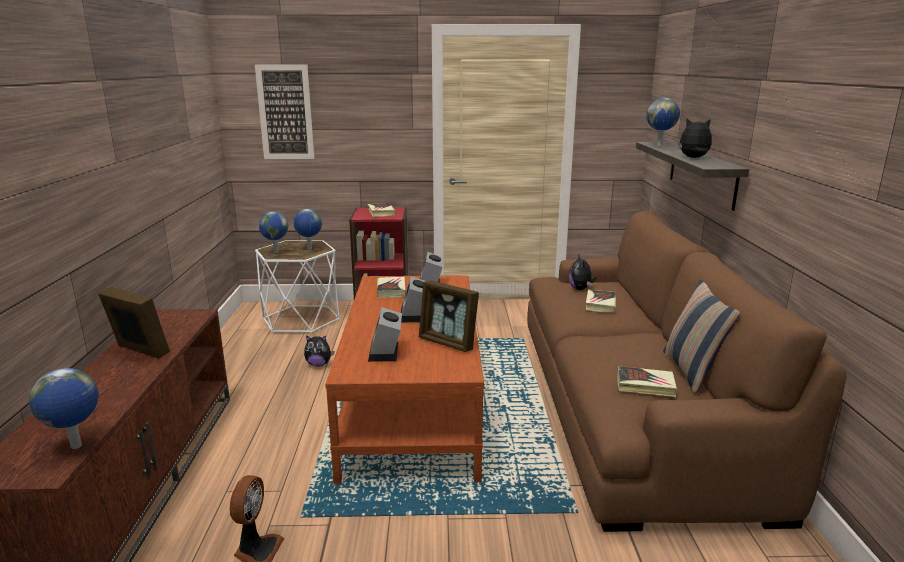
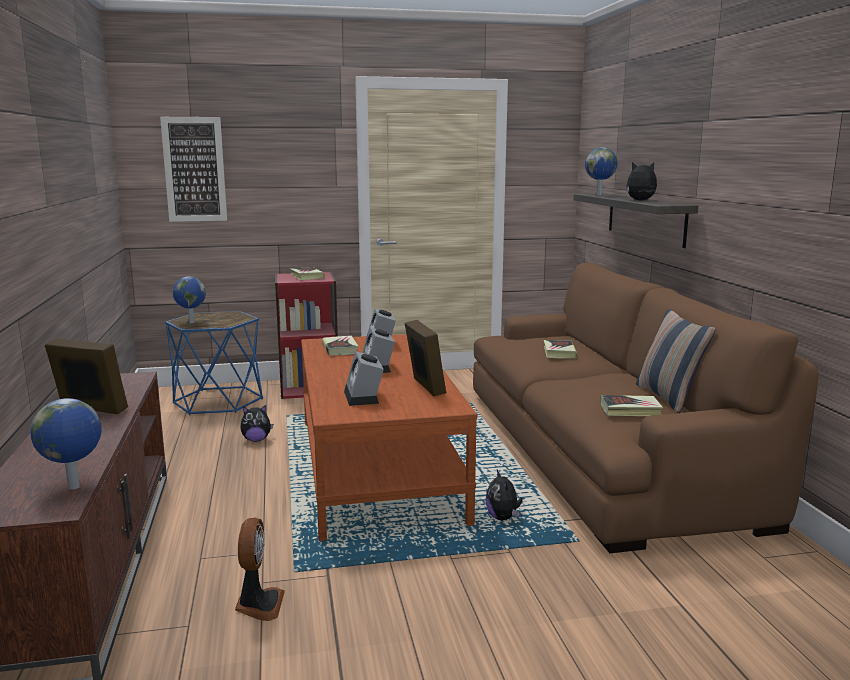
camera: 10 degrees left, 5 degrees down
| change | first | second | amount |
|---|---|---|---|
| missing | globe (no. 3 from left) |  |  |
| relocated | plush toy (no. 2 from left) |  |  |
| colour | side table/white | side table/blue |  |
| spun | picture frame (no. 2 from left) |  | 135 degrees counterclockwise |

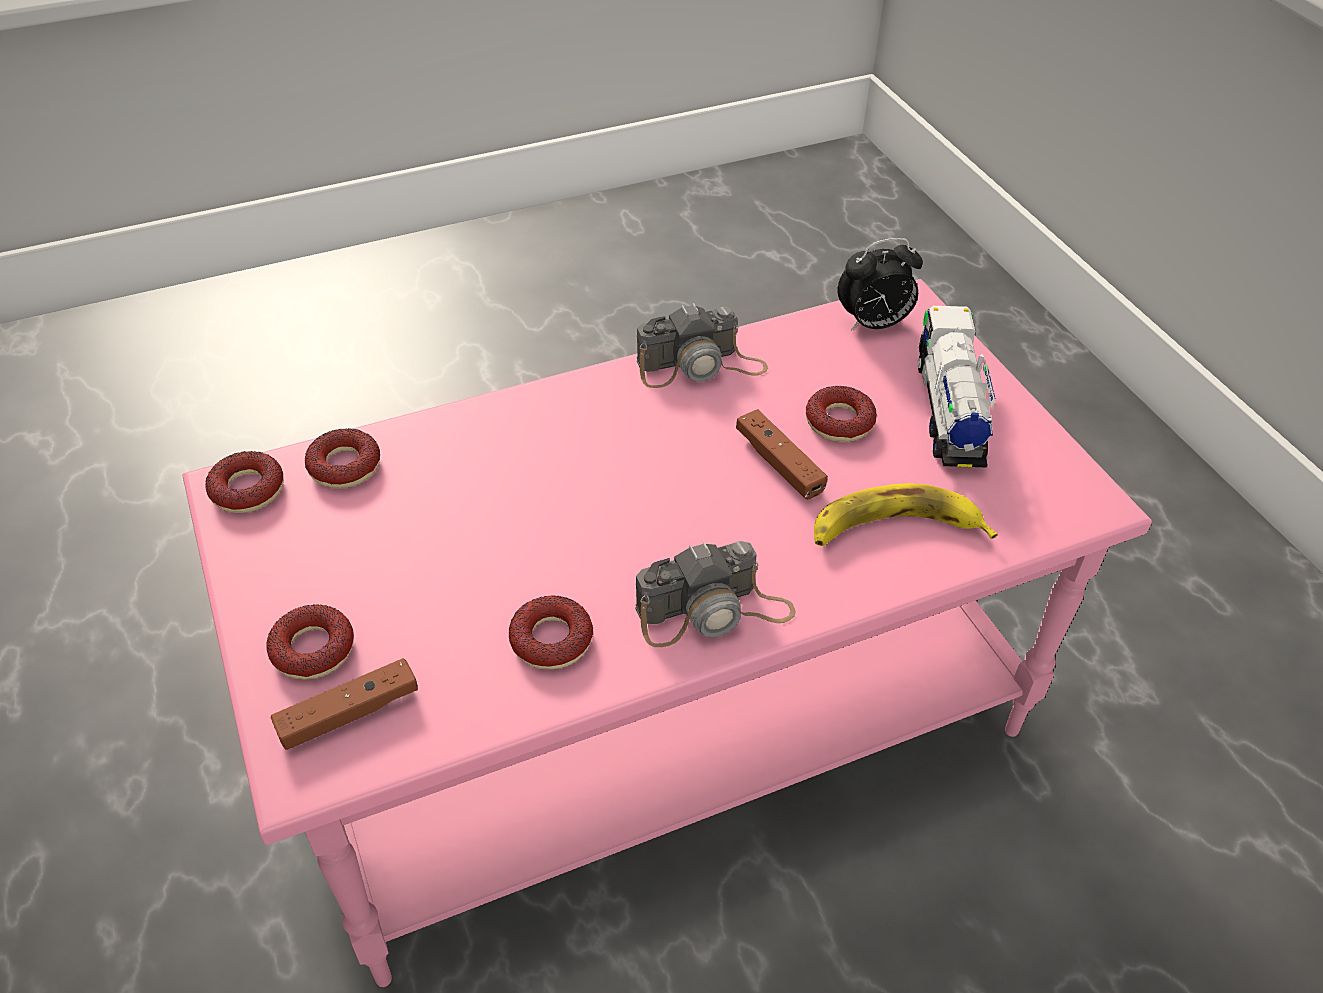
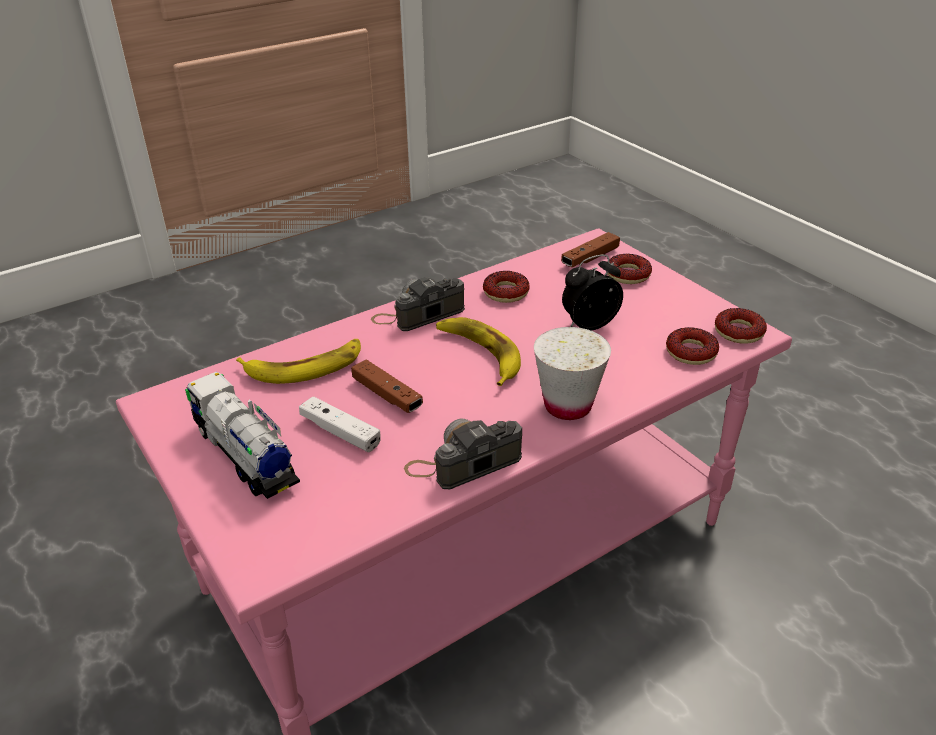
camera: 170 degrees right, 10 degrees down
| change | first | second | amount |
|---|---|---|---|
| appeared |  | banana (no. 2 from left) |  |
| appeared |  | cup/white |  |
| relocated | alarm clock |  |  |
| exchanged | donut (no. 5 from left) | game controller/white |  |
| spun | toy truck |  | 150 degrees clockwise |

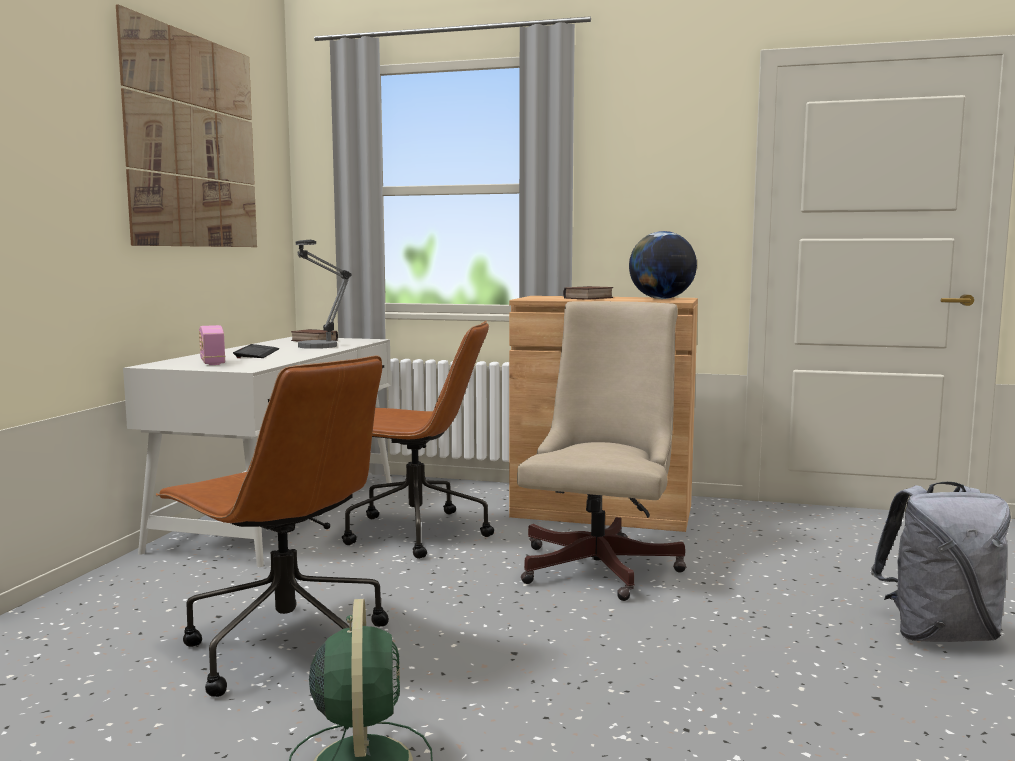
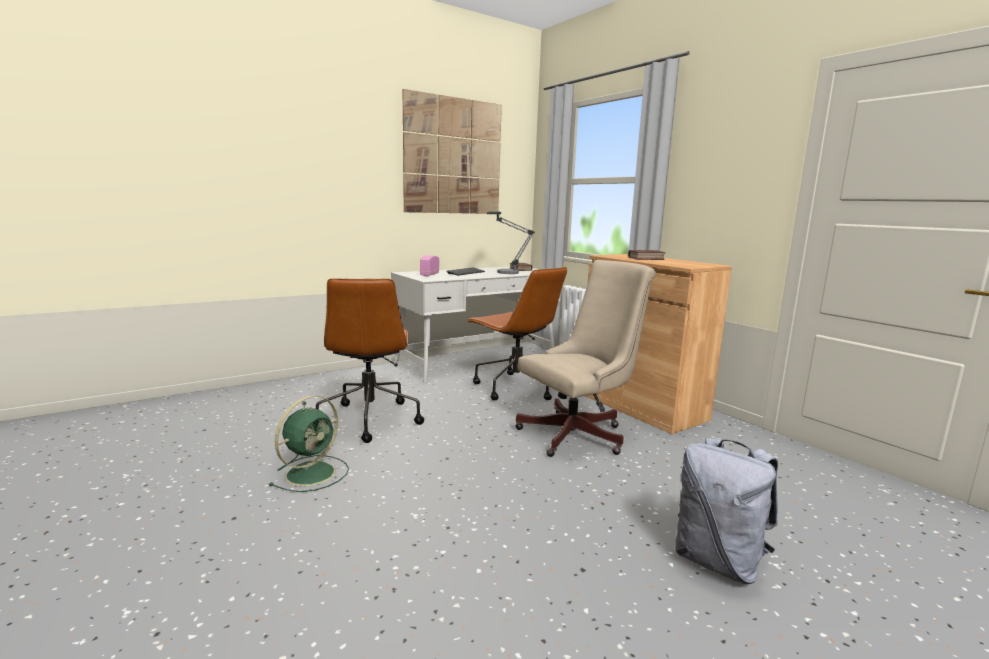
camera: 40 degrees right, 5 degrees up
| change | first | second | amount |
|---|---|---|---|
| missing | globe |  |  |

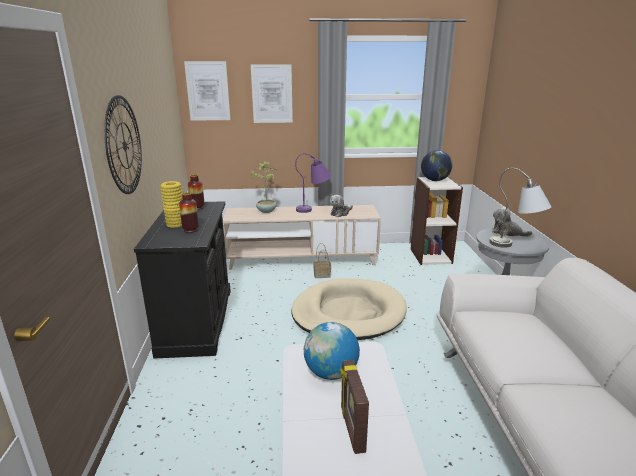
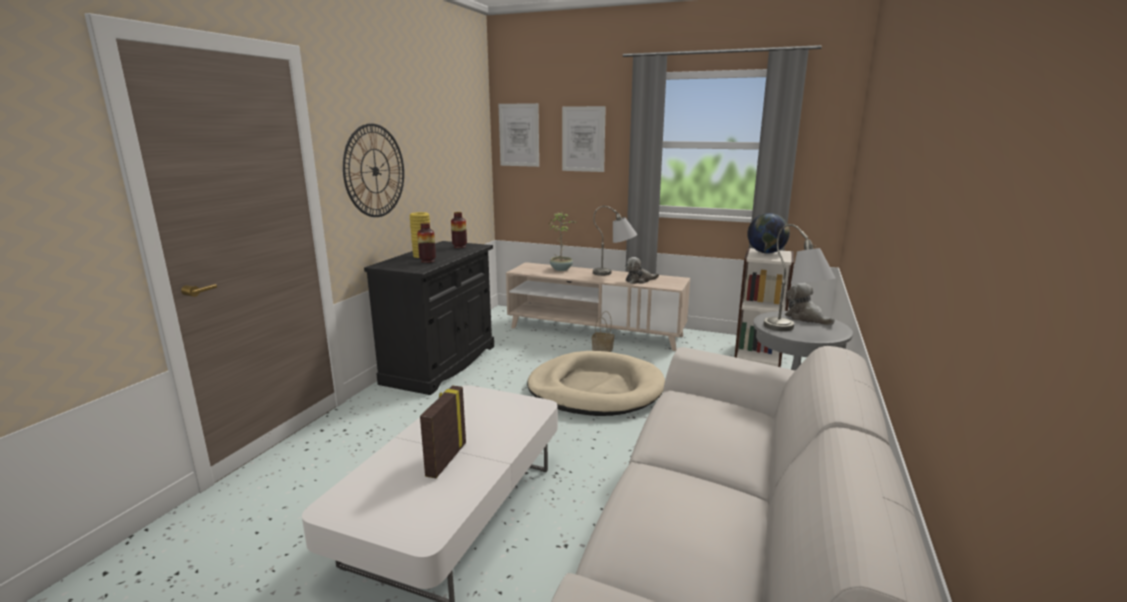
camera: 25 degrees right, 5 degrees down
| change | first | second | amount |
|---|---|---|---|
| missing | globe (no. 1 from left) |  |  |
| colour | table lamp/purple | table lamp/grey (no. 1 from left) |  |

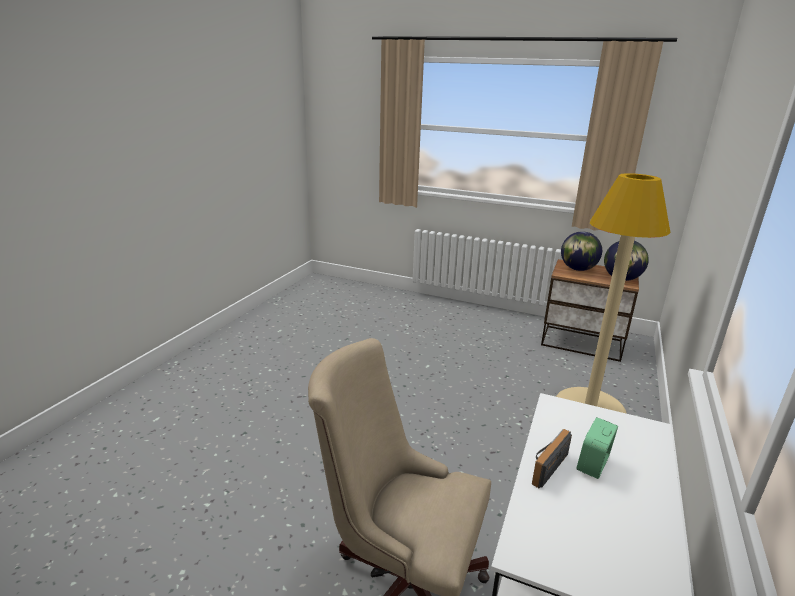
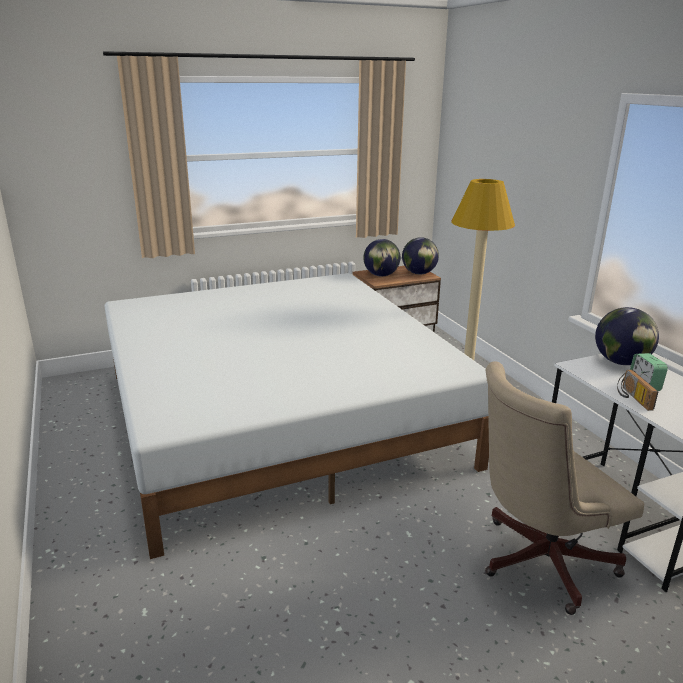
camera: 45 degrees left, 0 degrees up
| change | first | second | amount |
|---|---|---|---|
| appeared |  | bed/white |  |
| appeared |  | globe (no. 3 from left) |  |

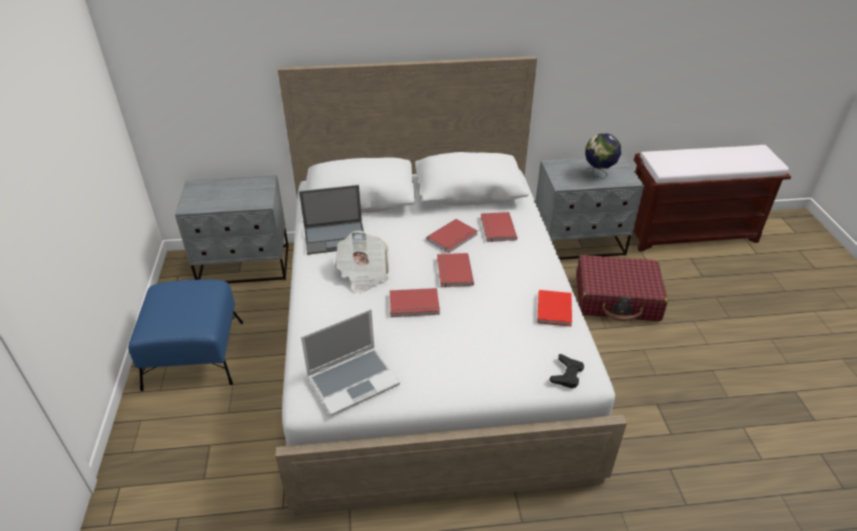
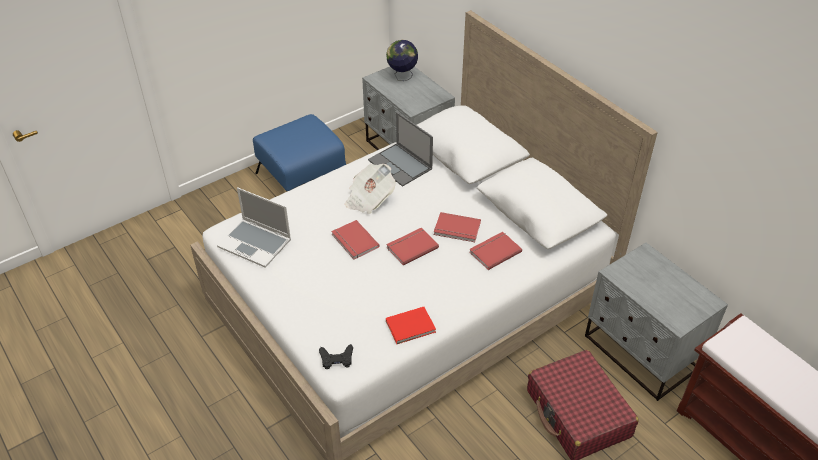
camera: 60 degrees right, 5 degrees up
| change | first | second | amount |
|---|---|---|---|
| relocated | globe |  |  |

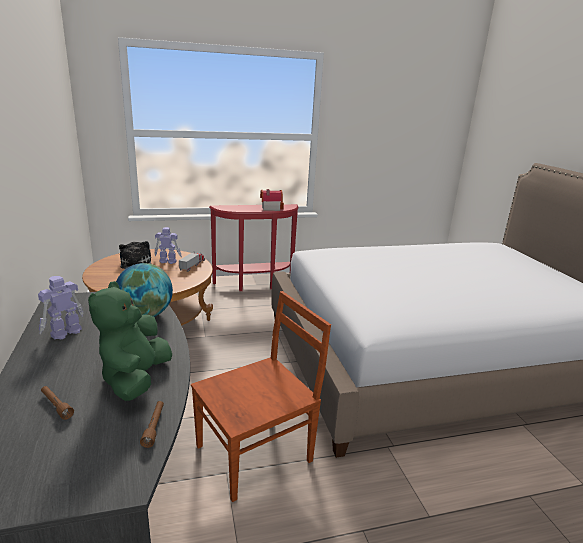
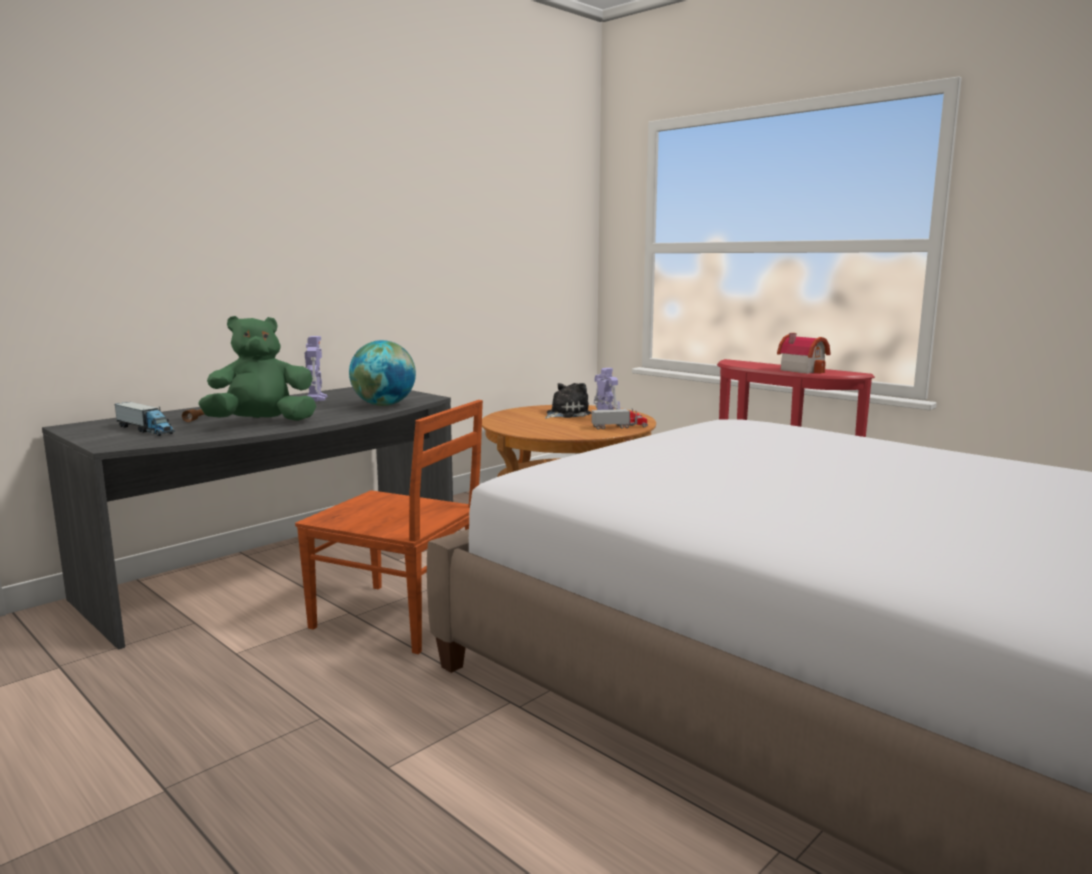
camera: 60 degrees right, 10 degrees down
| change | first | second | amount |
|---|---|---|---|
| missing | flashlight/brown (no. 2 from left) |  |  |
| appeared |  | toy truck (no. 1 from left) |  |
| spun | toy robot (no. 1 from left) |  | 75 degrees clockwise |

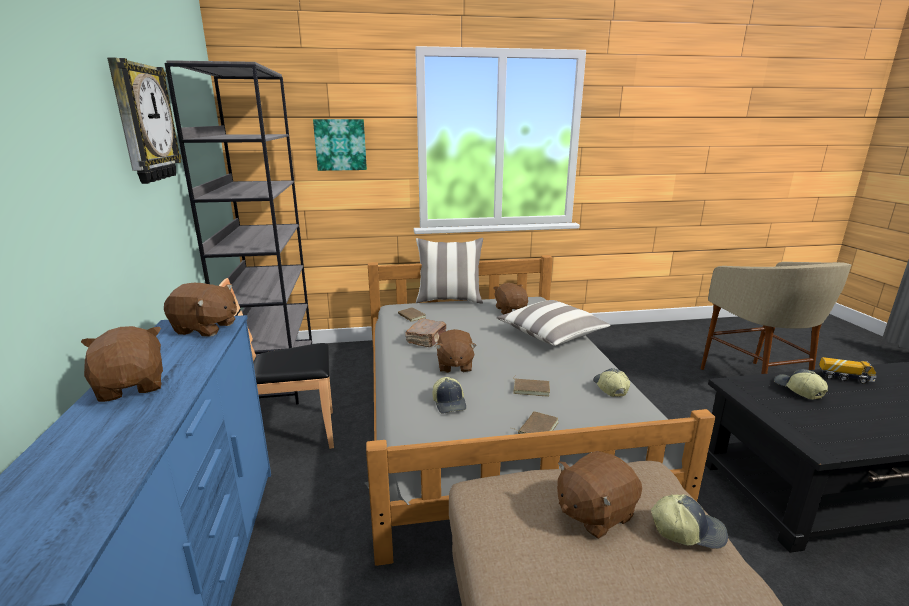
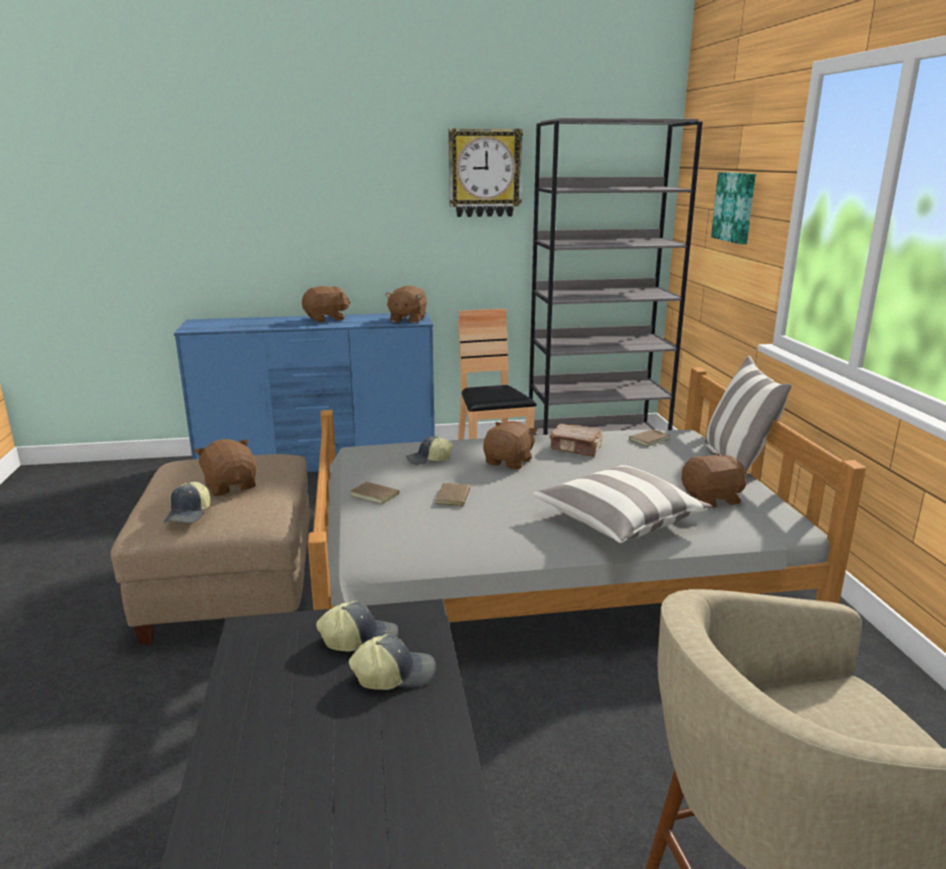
camera: 90 degrees right, 0 degrees up
| change | first | second | amount |
|---|---|---|---|
| missing | toy truck |  |  |
| relocated | cap (no. 2 from left) |  |  |
| spun | plush toy/brown (no. 3 from left in the first image) | plush toy/brown (no. 4 from left) | 120 degrees clockwise |

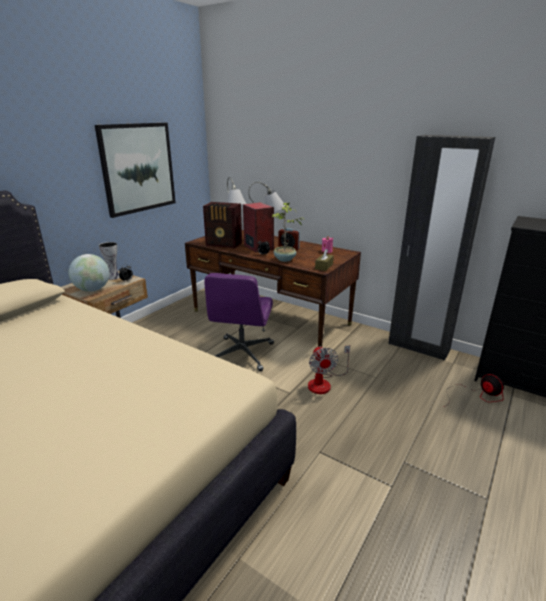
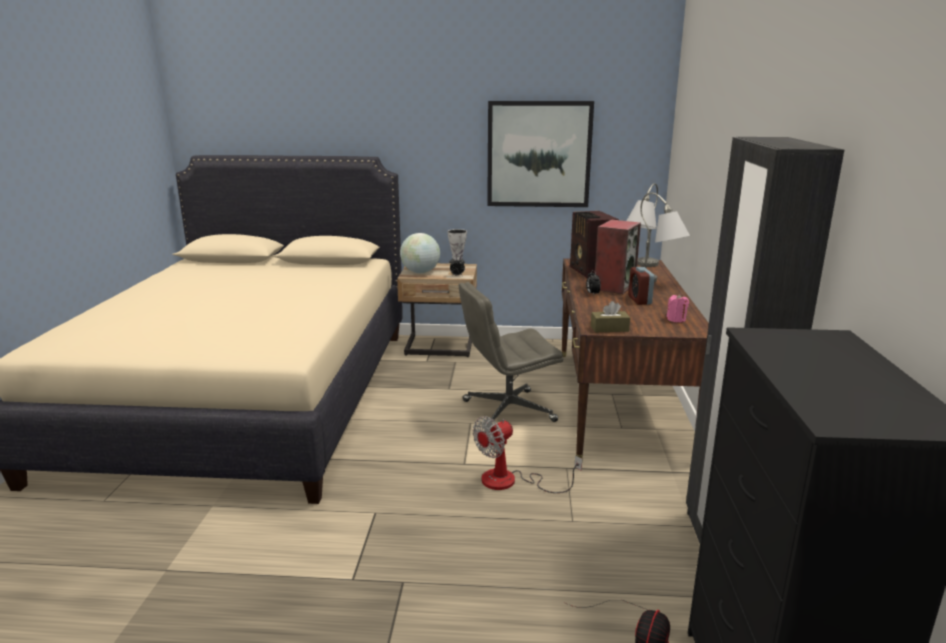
camera: 60 degrees right, 5 degrees down
| change | first | second | amount |
|---|---|---|---|
| missing | potted plant |  |  |
| colour | office chair/purple | office chair/grey |  |

